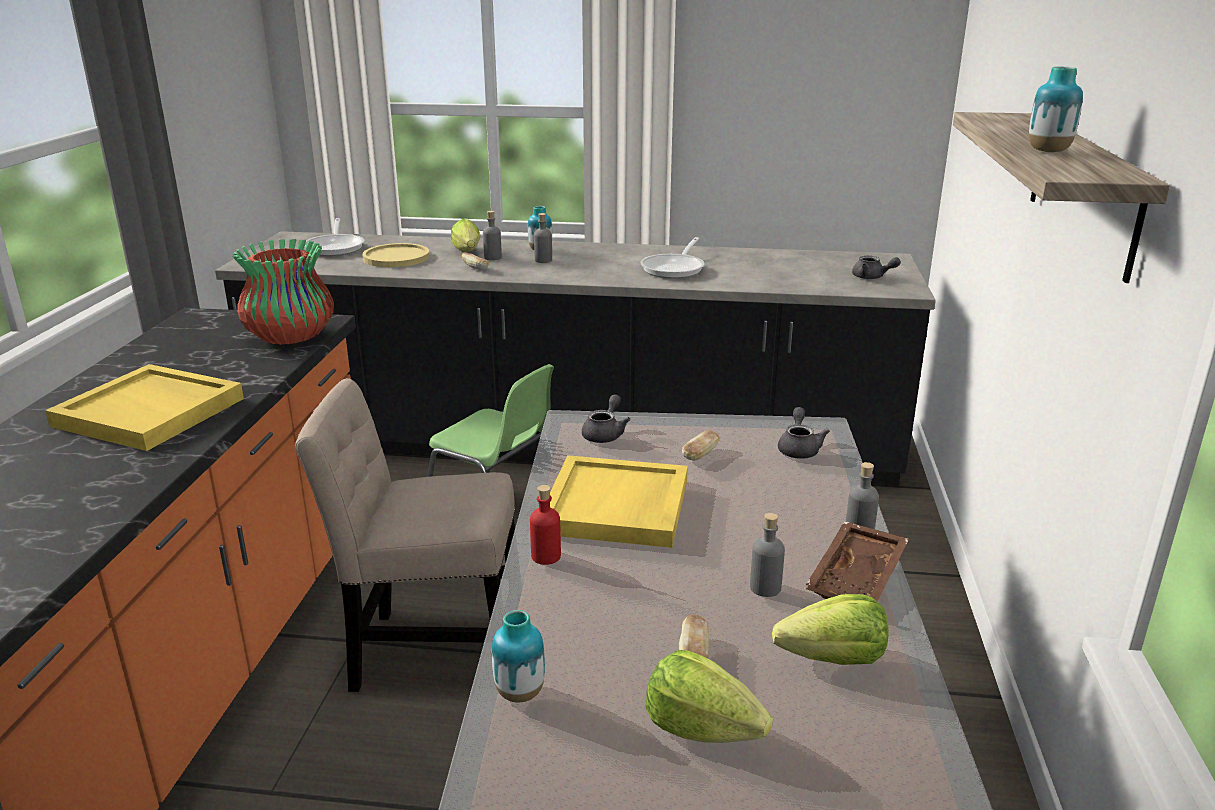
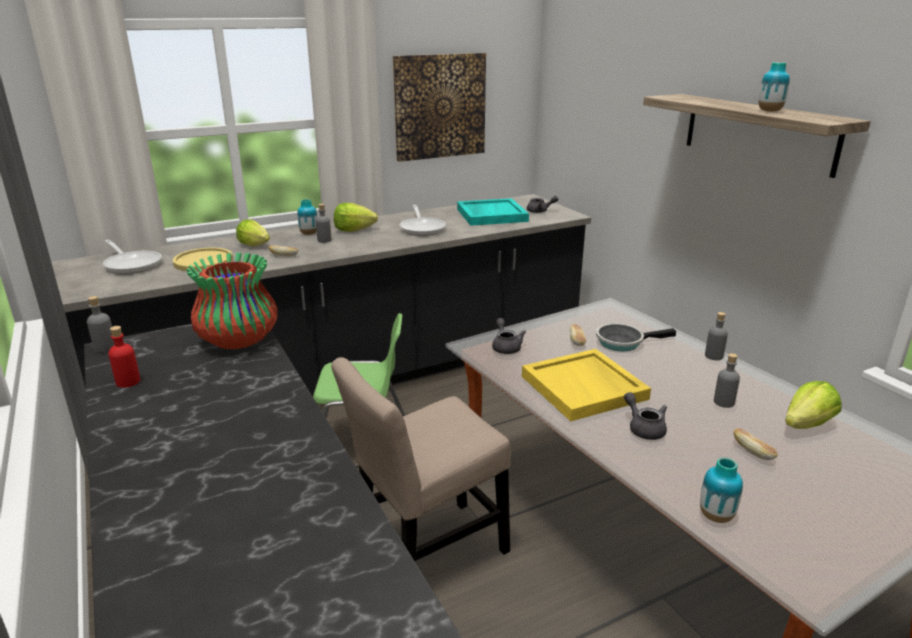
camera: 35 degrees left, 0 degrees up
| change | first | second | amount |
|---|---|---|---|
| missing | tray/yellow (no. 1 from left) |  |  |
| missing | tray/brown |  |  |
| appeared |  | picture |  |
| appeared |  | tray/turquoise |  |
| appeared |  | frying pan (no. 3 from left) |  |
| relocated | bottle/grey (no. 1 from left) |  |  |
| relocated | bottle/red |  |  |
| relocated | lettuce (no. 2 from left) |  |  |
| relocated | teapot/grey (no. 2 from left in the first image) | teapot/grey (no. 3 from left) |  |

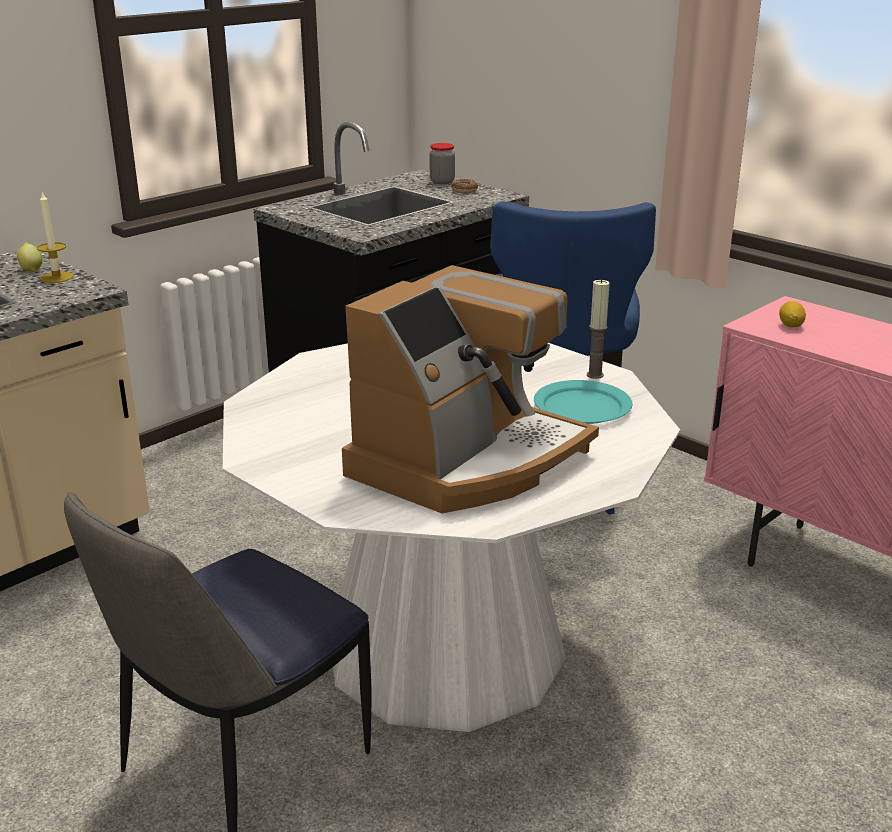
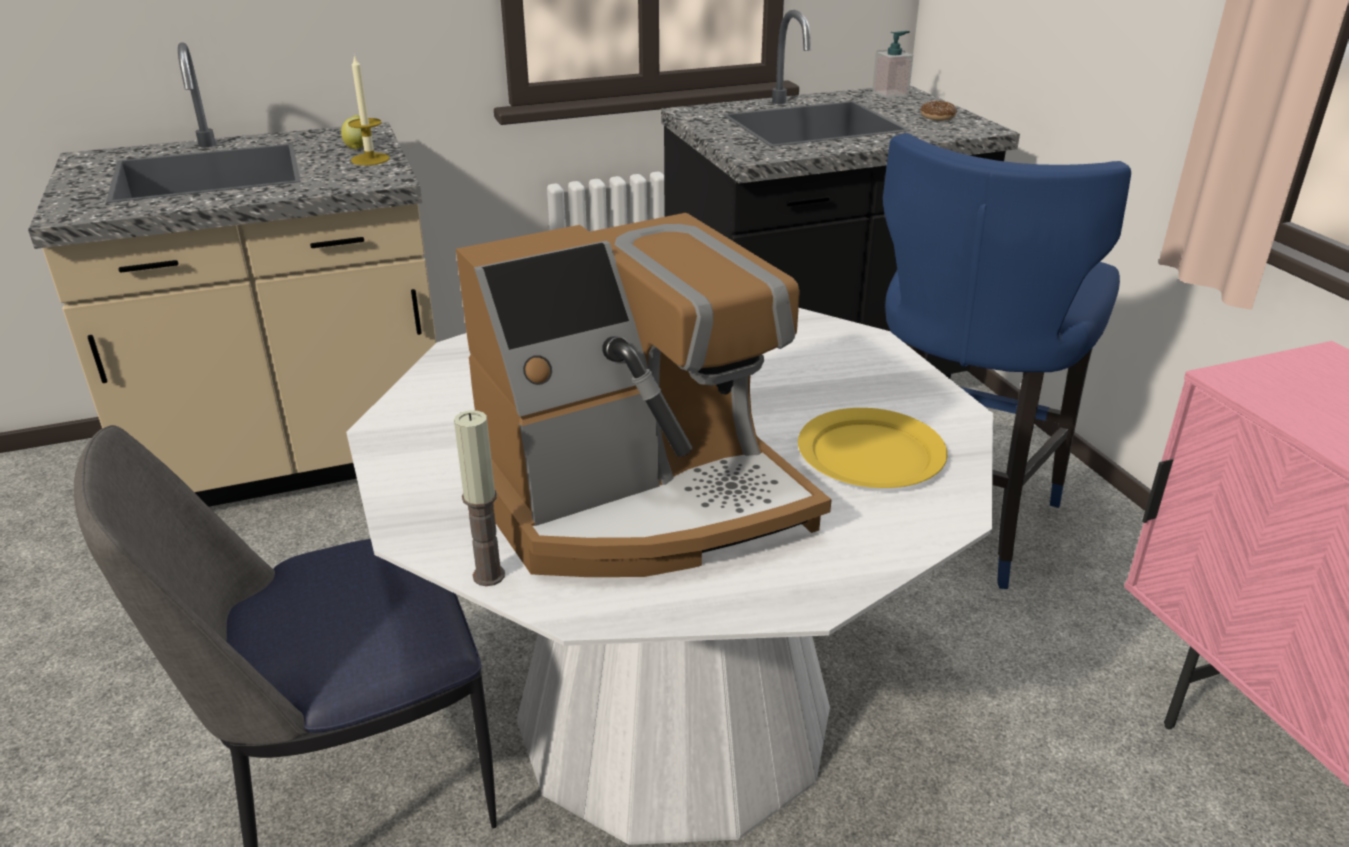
camera: 25 degrees right, 5 degrees up
| change | first | second | amount |
|---|---|---|---|
| missing | jar |  |  |
| missing | lemon (no. 2 from left) |  |  |
| appeared |  | soap dispenser |  |
| relocated | candle (no. 2 from left) |  |  |
| colour | plate/turquoise | plate/yellow |  |

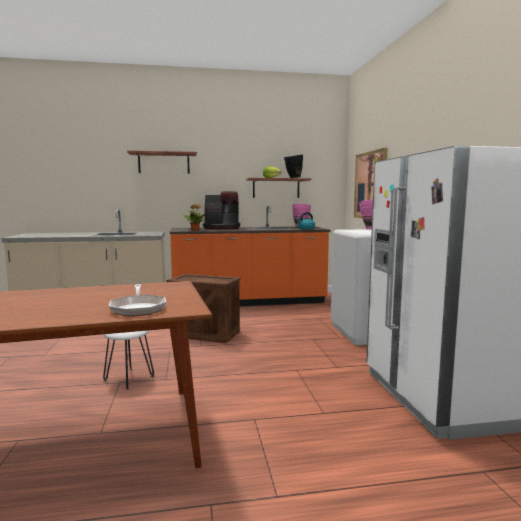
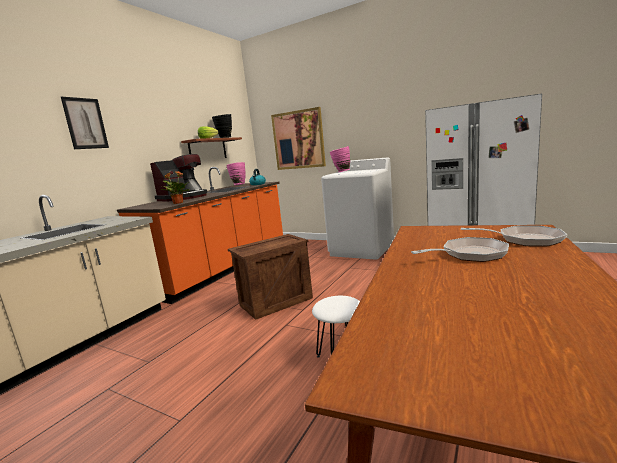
camera: 50 degrees left, 5 degrees up
| change | first | second | amount |
|---|---|---|---|
| appeared |  | frying pan (no. 1 from left) |  |
| exchanged | shelf (no. 1 from left) | picture (no. 1 from left) |  |

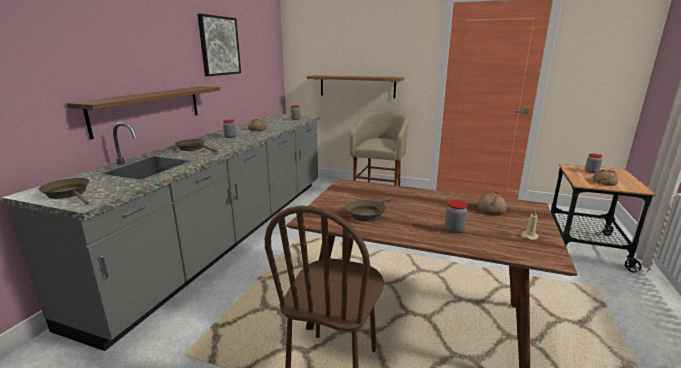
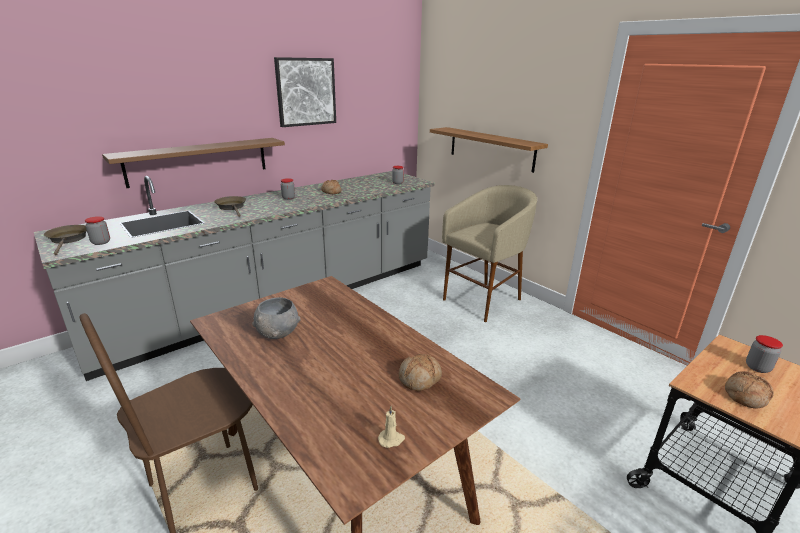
camera: 30 degrees right, 5 degrees up
| change | first | second | amount |
|---|---|---|---|
| relocated | jar (no. 3 from left in the first image) | jar (no. 1 from left) |  |
| exchanged | frying pan/brown (no. 3 from left) | bowl/grey |  |

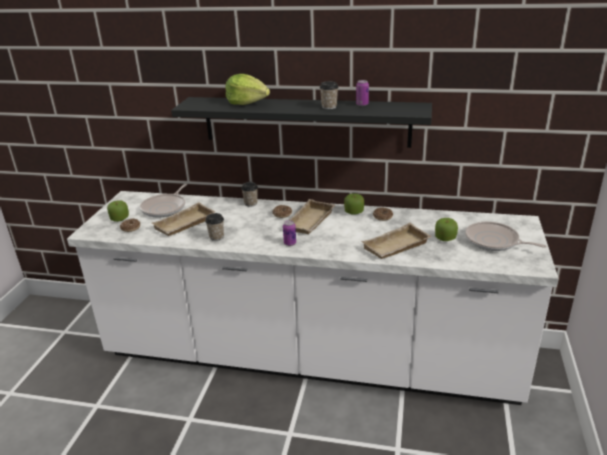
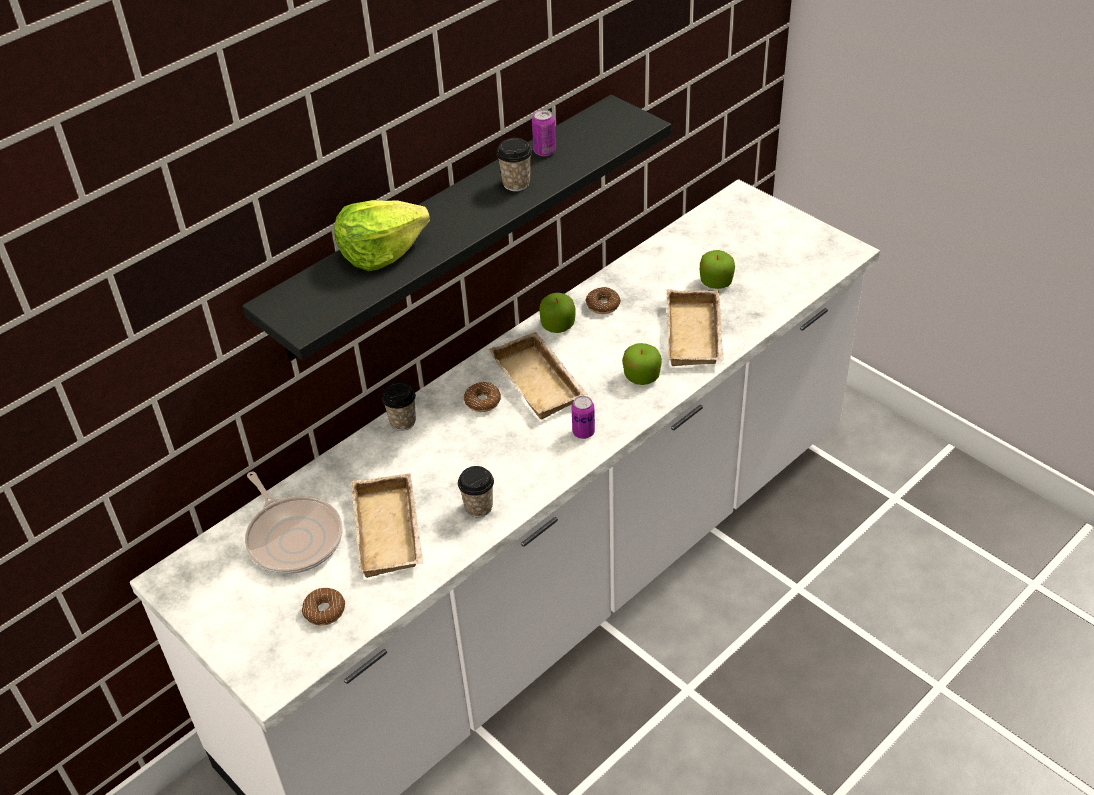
camera: 55 degrees left, 15 degrees up
| change | first | second | amount |
|---|---|---|---|
| missing | frying pan (no. 2 from left) |  |  |
| relocated | apple (no. 1 from left in the first image) | apple (no. 2 from left) |  |

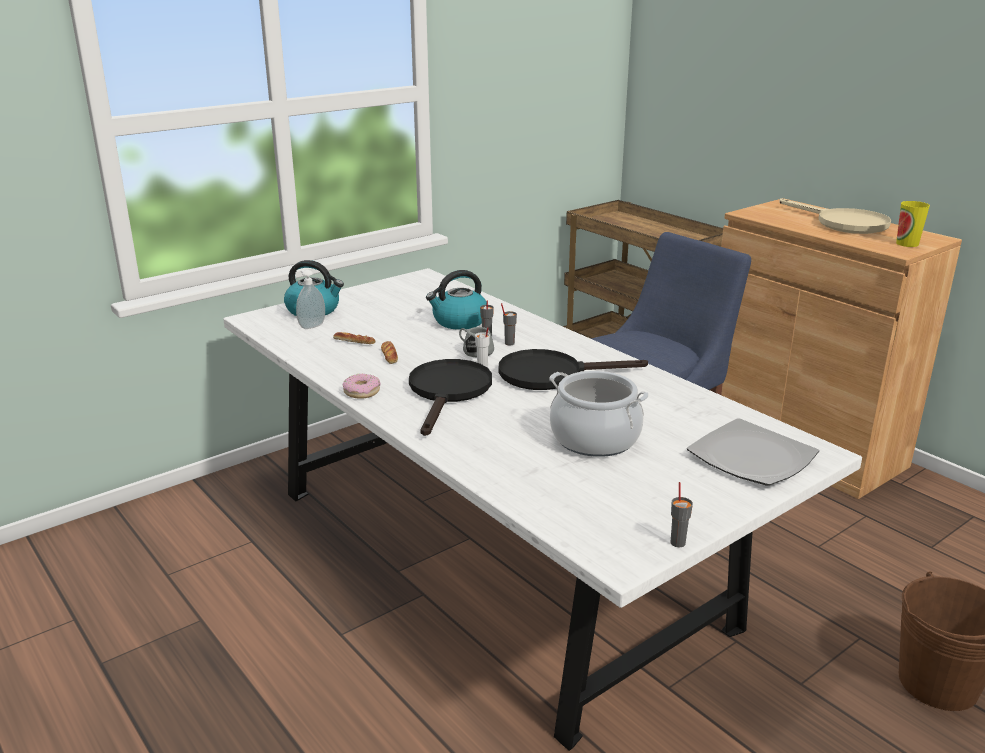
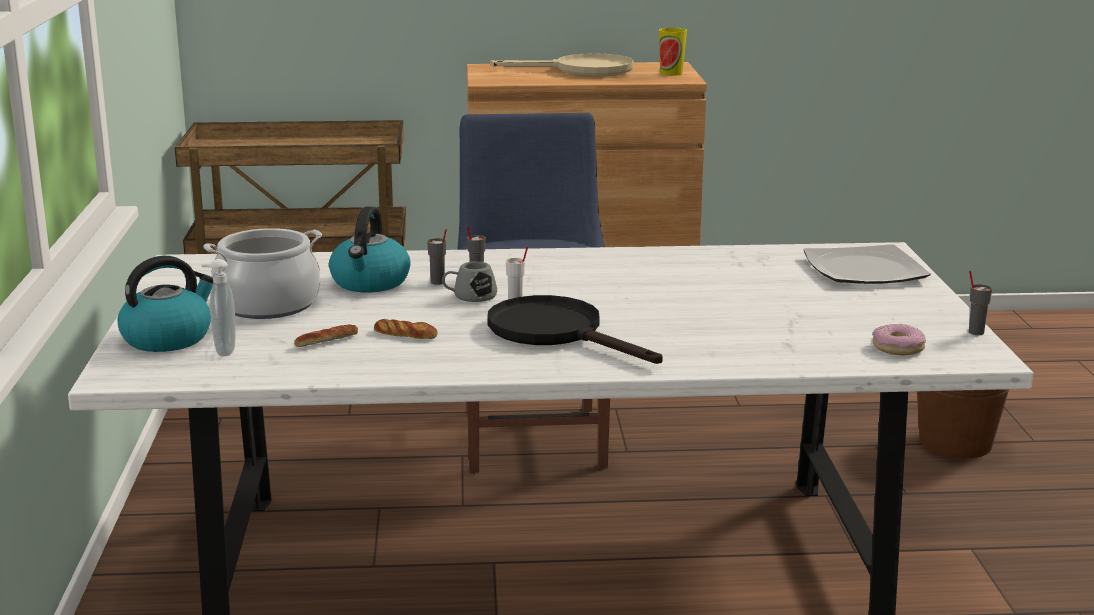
camera: 55 degrees left, 5 degrees down
| change | first | second | amount |
|---|---|---|---|
| missing | frying pan/black (no. 2 from left) |  |  |
| relocated | donut |  |  |
| relocated | cooking pot |  |  |

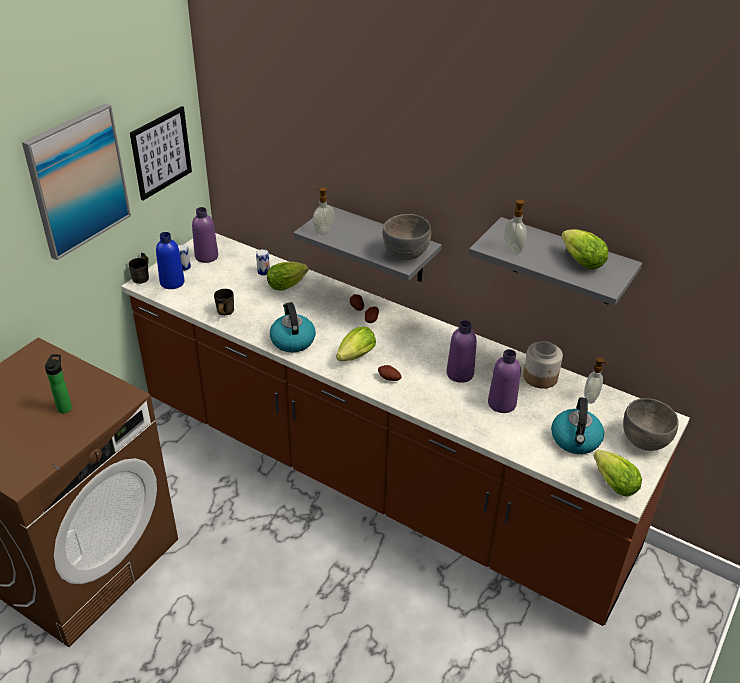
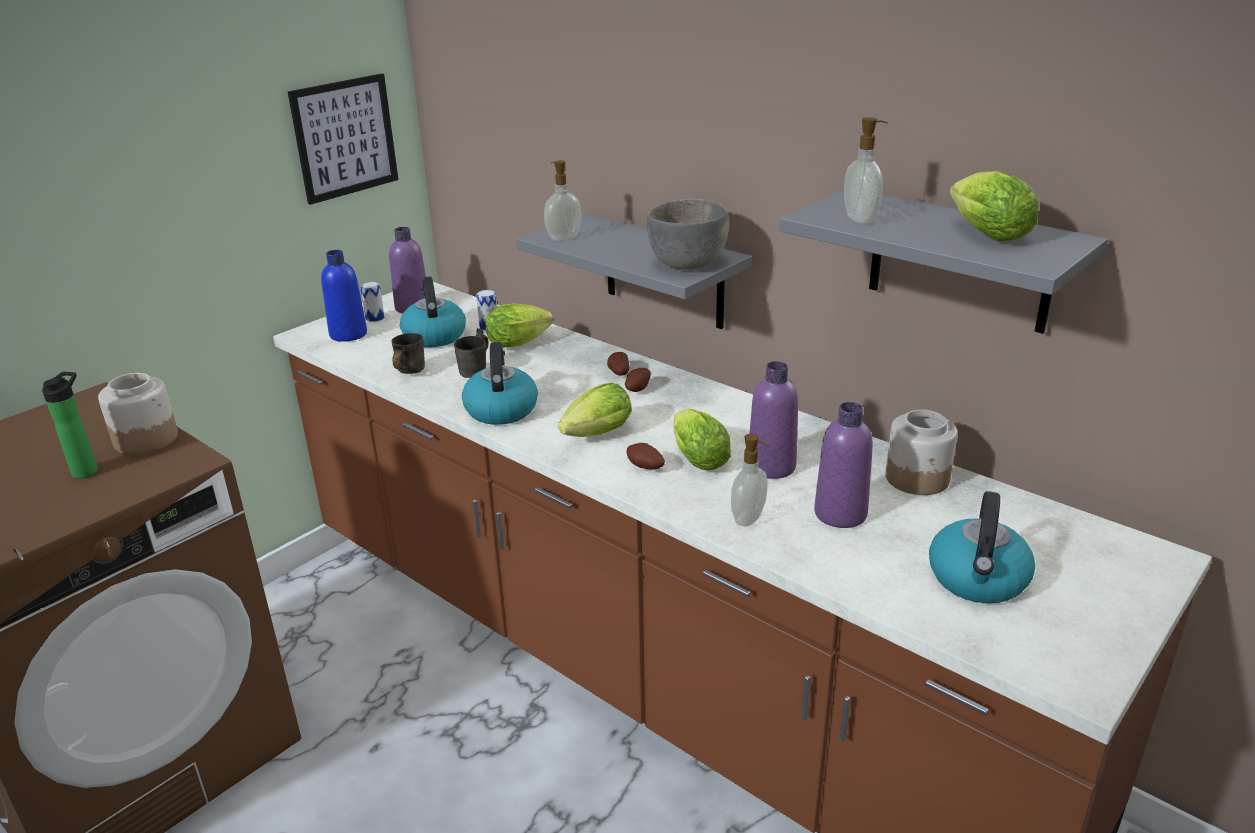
camera: 10 degrees right, 10 degrees down
| change | first | second | amount |
|---|---|---|---|
| missing | picture (no. 1 from left) |  |  |
| missing | bowl/grey (no. 2 from left) |  |  |
| appeared |  | jar (no. 1 from left) |  |
| appeared |  | kettle (no. 1 from left) |  |
| relocated | mug/grey (no. 1 from left in the first image) | mug/grey (no. 2 from left) |  |
| relocated | soap dispenser (no. 3 from left in the first image) | soap dispenser (no. 2 from left) |  |
| relocated | lettuce (no. 4 from left in the first image) | lettuce (no. 3 from left) |  |

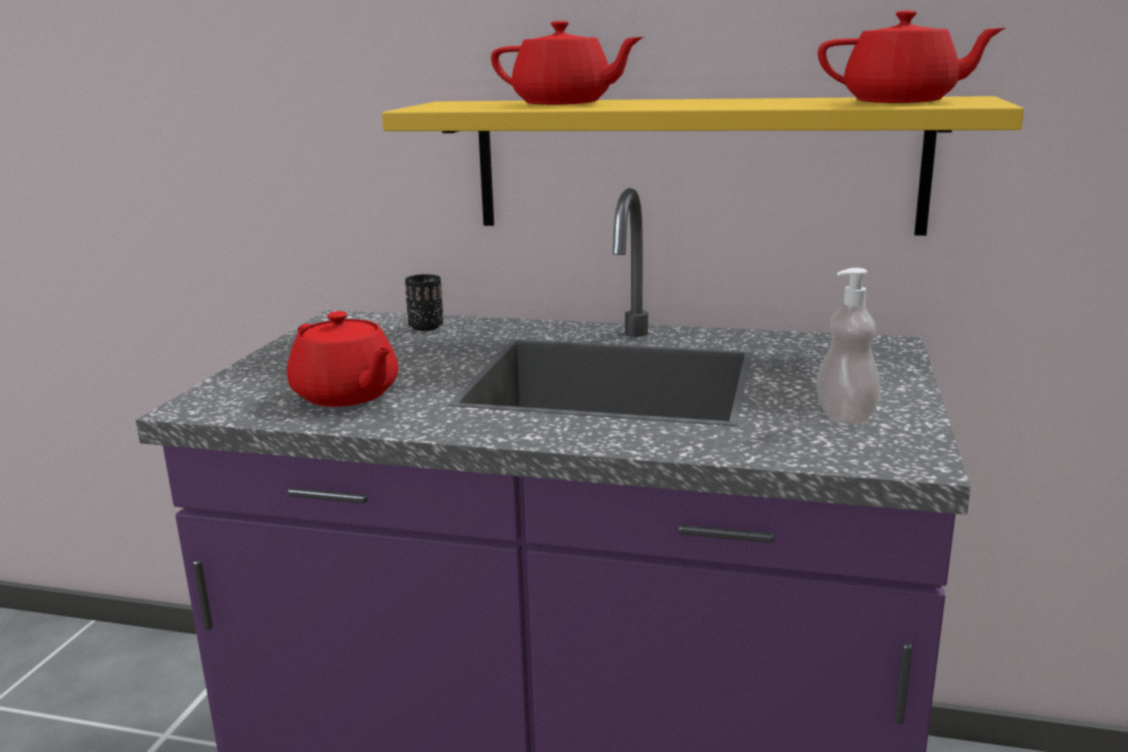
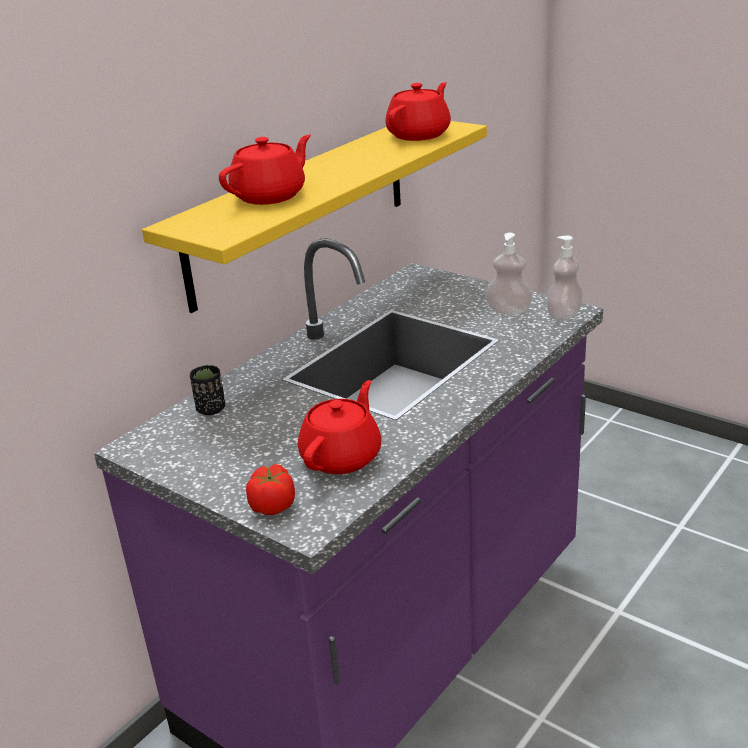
camera: 65 degrees left, 10 degrees up
| change | first | second | amount |
|---|---|---|---|
| appeared |  | tomato |  |
| appeared |  | soap dispenser (no. 2 from left) |  |
| spun | teapot/red (no. 1 from left in the first image) | teapot/red (no. 2 from left) | 45 degrees counterclockwise |

